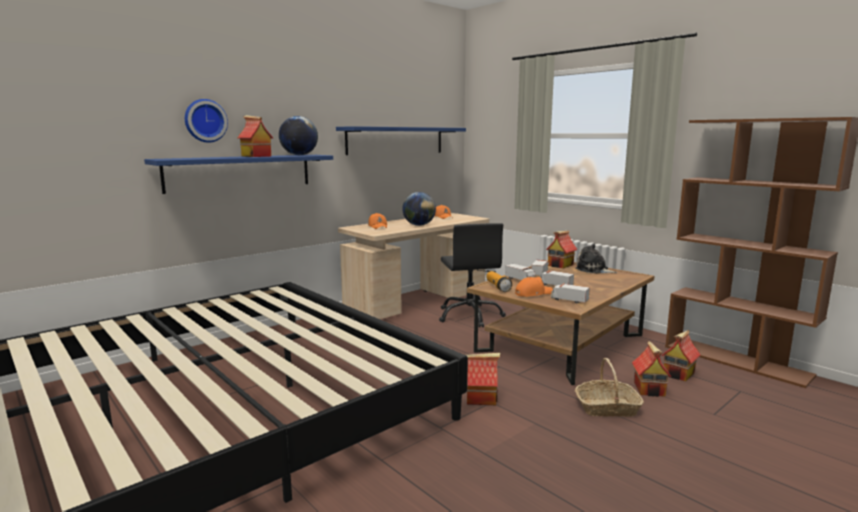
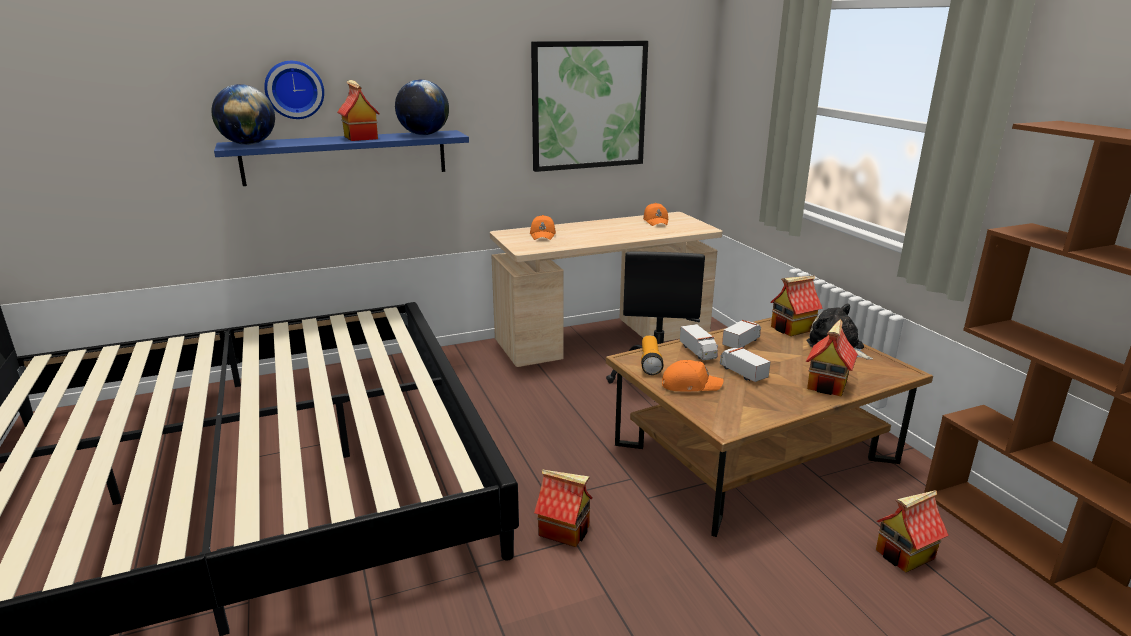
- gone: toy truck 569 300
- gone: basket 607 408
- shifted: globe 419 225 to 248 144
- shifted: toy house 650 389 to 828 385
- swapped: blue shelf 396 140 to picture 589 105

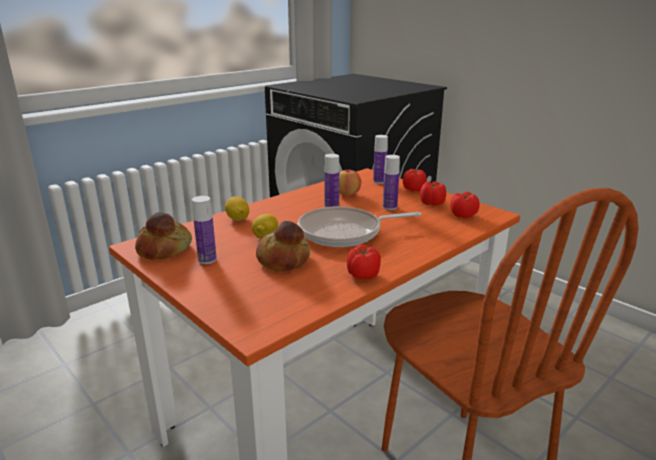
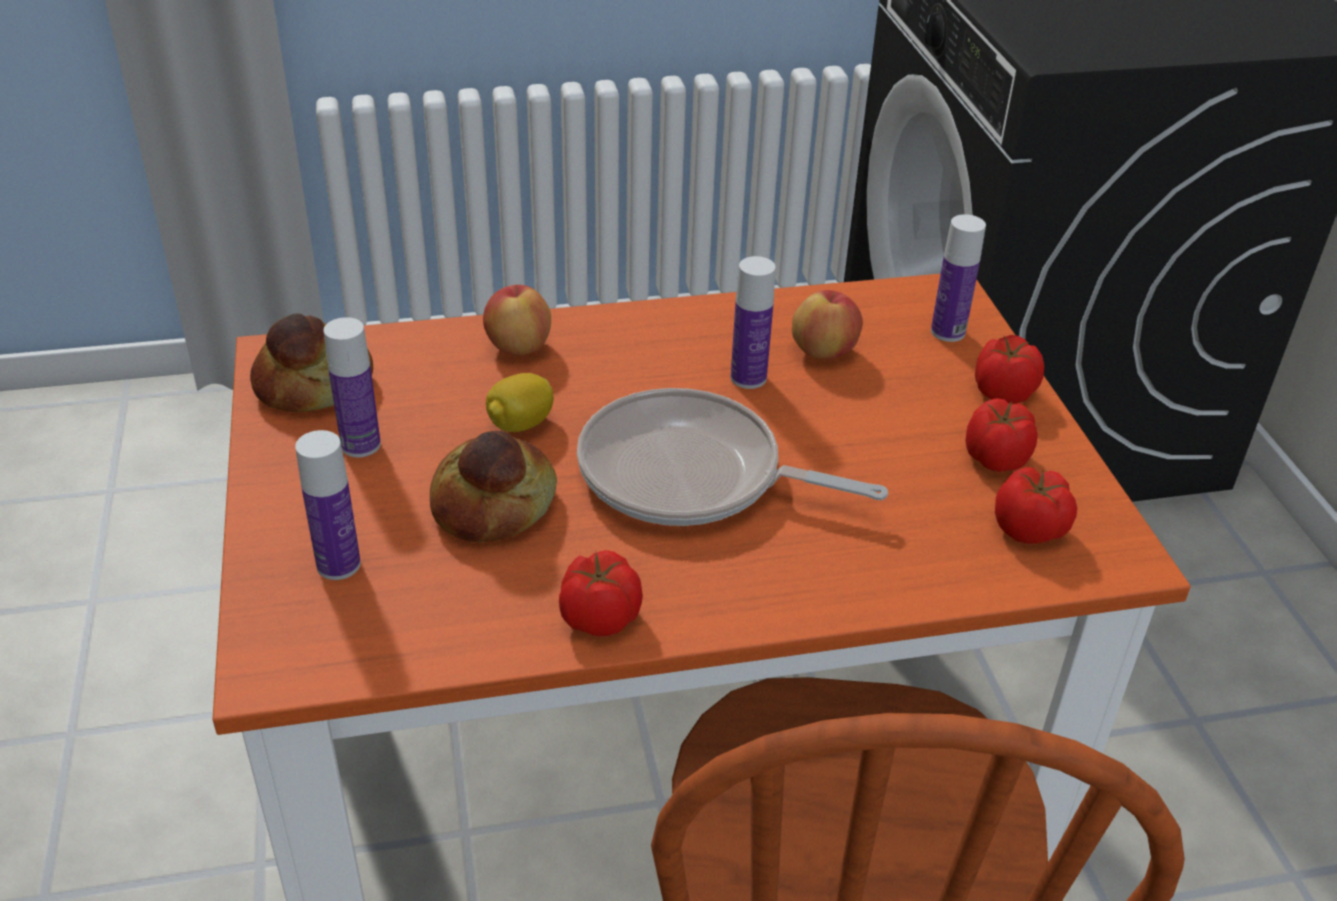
- shifted: bottle 389 207 to 338 565
- swapped: lemon 238 219 to apple 518 347

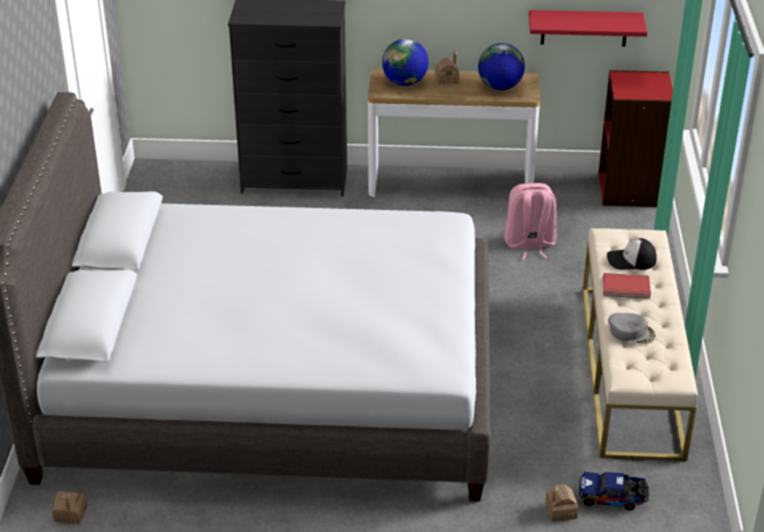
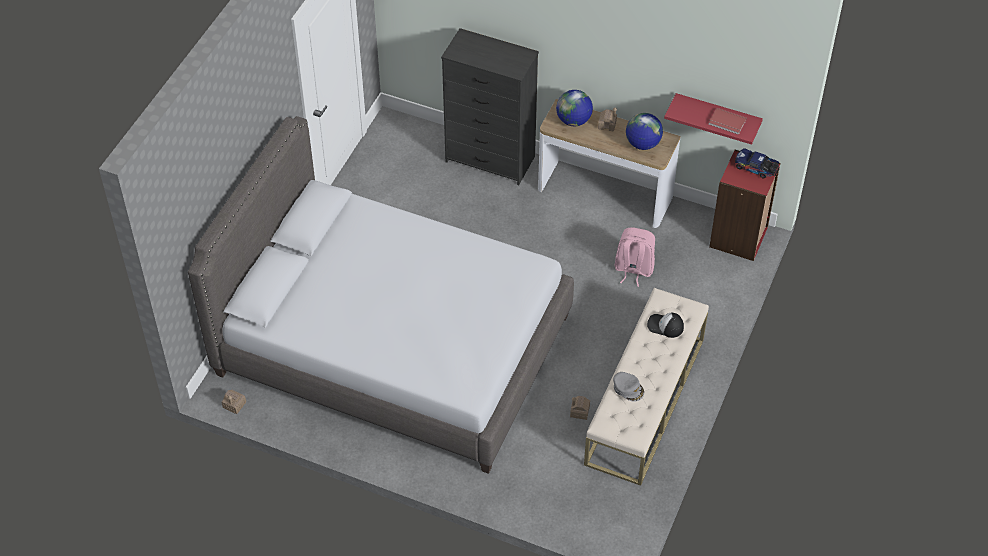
- shifted: toy house 560 510 to 579 411
- shifted: toy truck 613 498 to 756 168
- shifted: red book 626 288 to 727 123

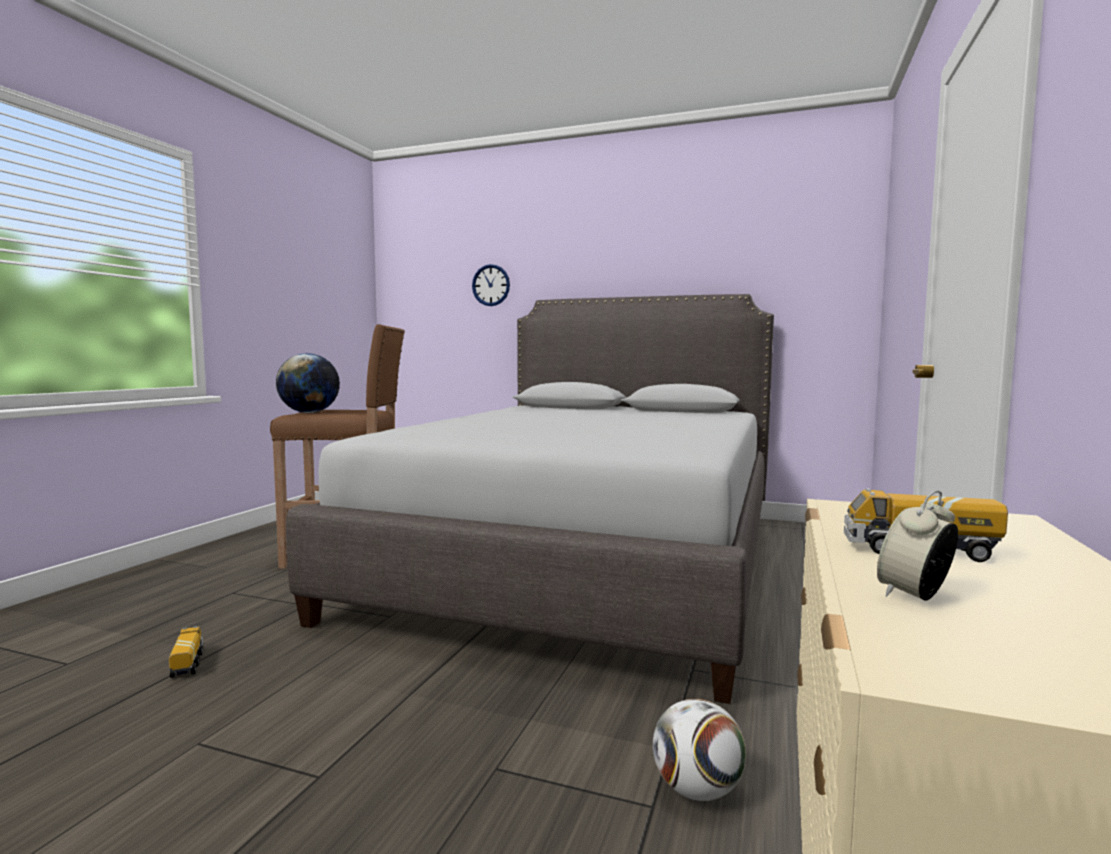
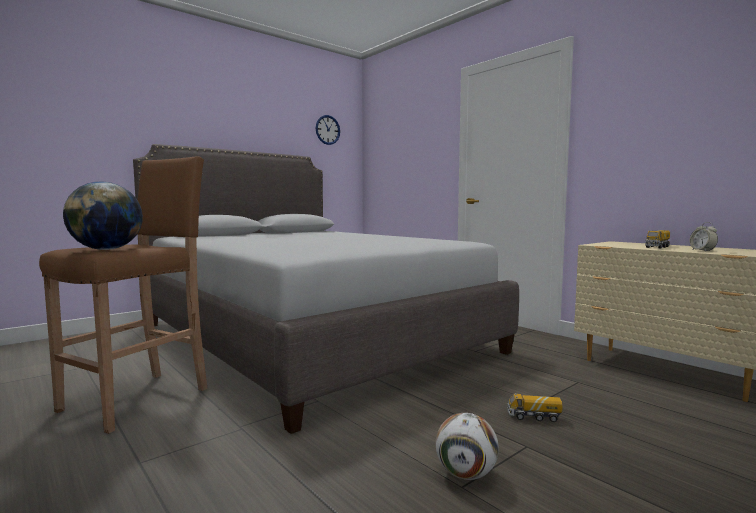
- shifted: toy truck 187 664 to 533 417
- shifted: wall clock 491 285 to 327 130
- shifted: football 697 790 to 466 474

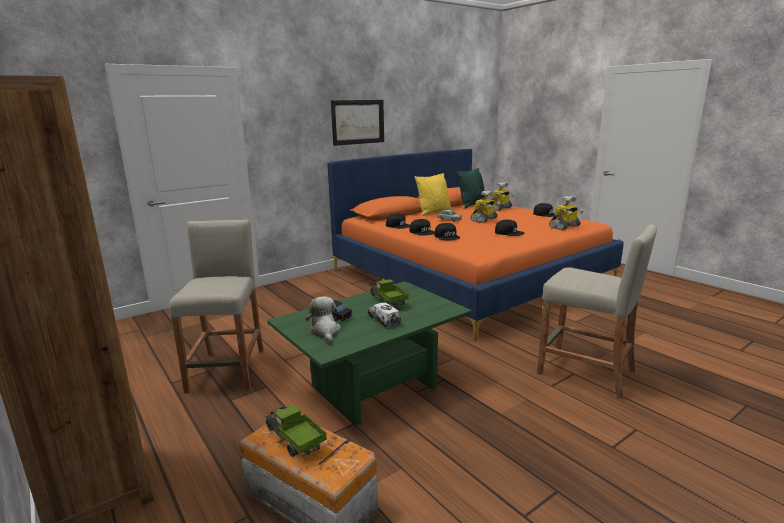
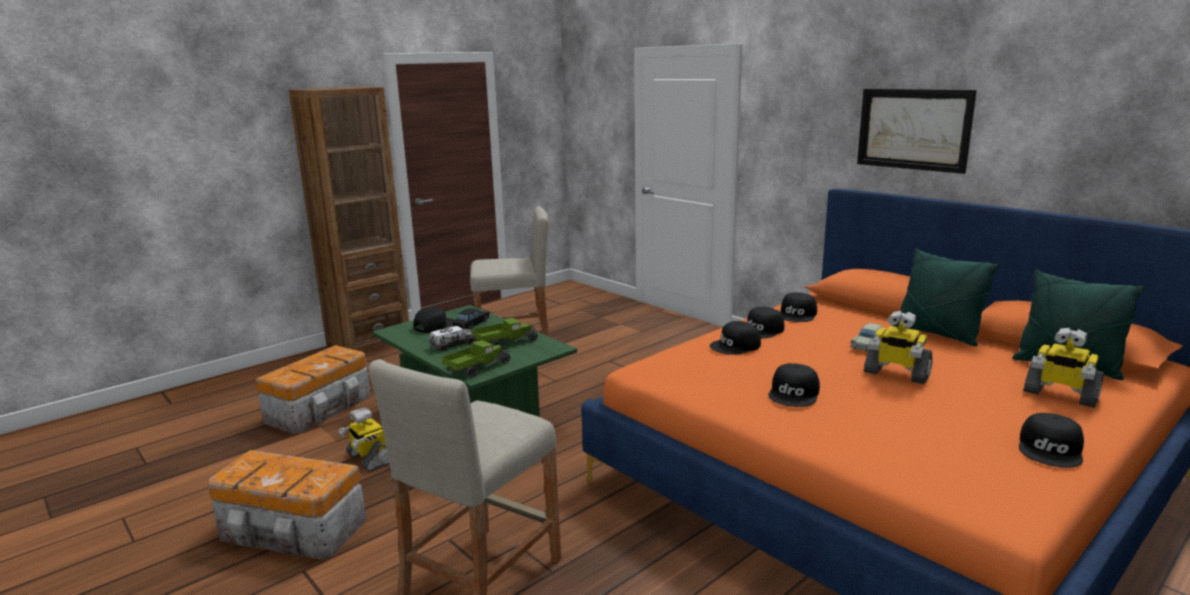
- new: storage box 293 530
- shifted: toy truck 294 440 to 477 369
- shifted: toy robot 565 227 to 369 458
- swapped: plush toy 325 331 to black cap 434 326
- repainted: yellow pillow 434 212 to green pillow 937 334

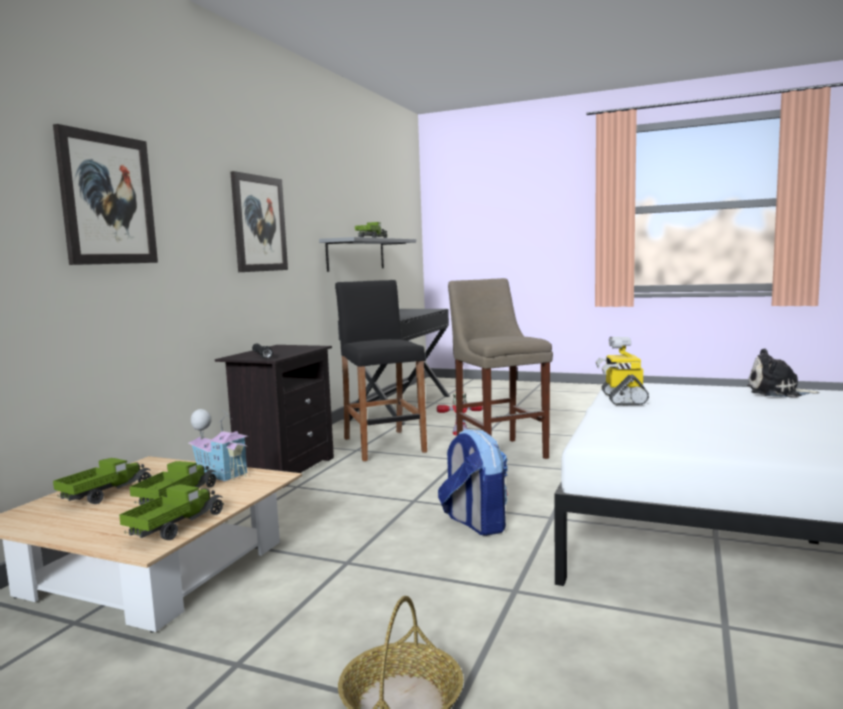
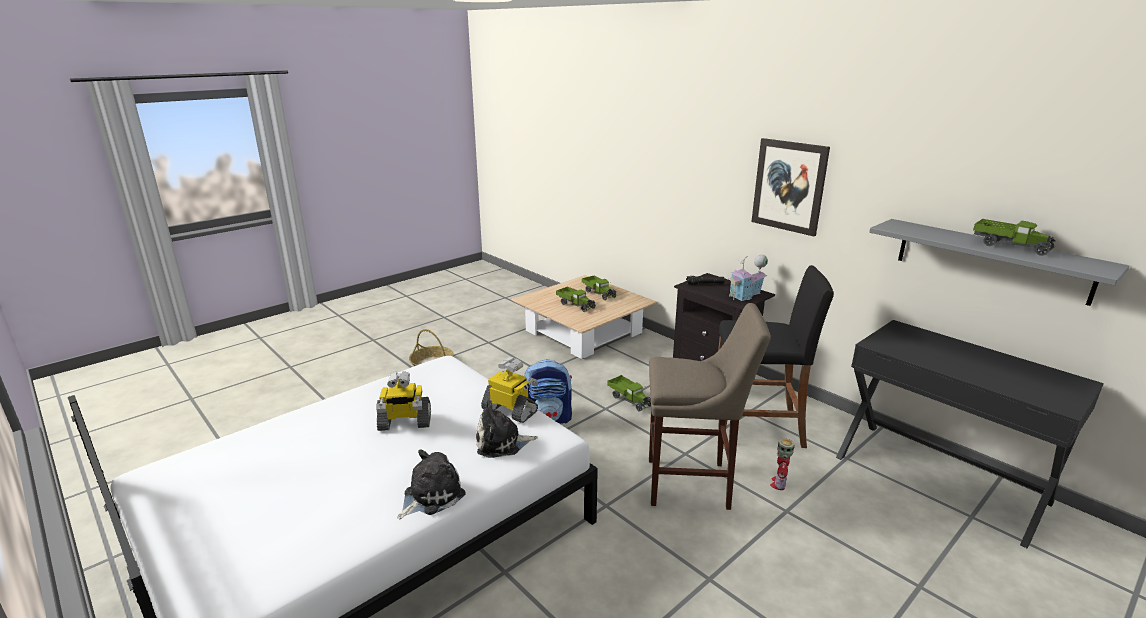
- gone: picture 107 199
- new: toy robot 404 422
- new: plush toy 501 443
- shifted: toy truck 176 527 to 630 399
- shifted: toy house 221 473 to 746 295

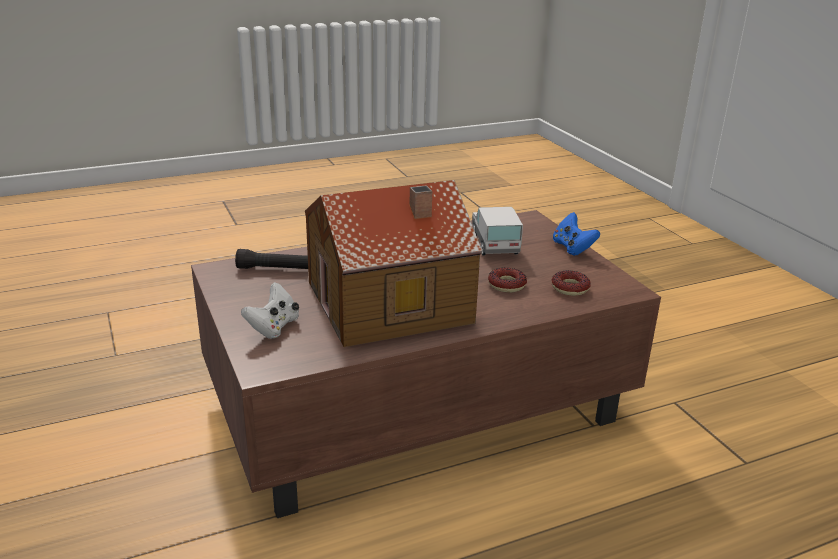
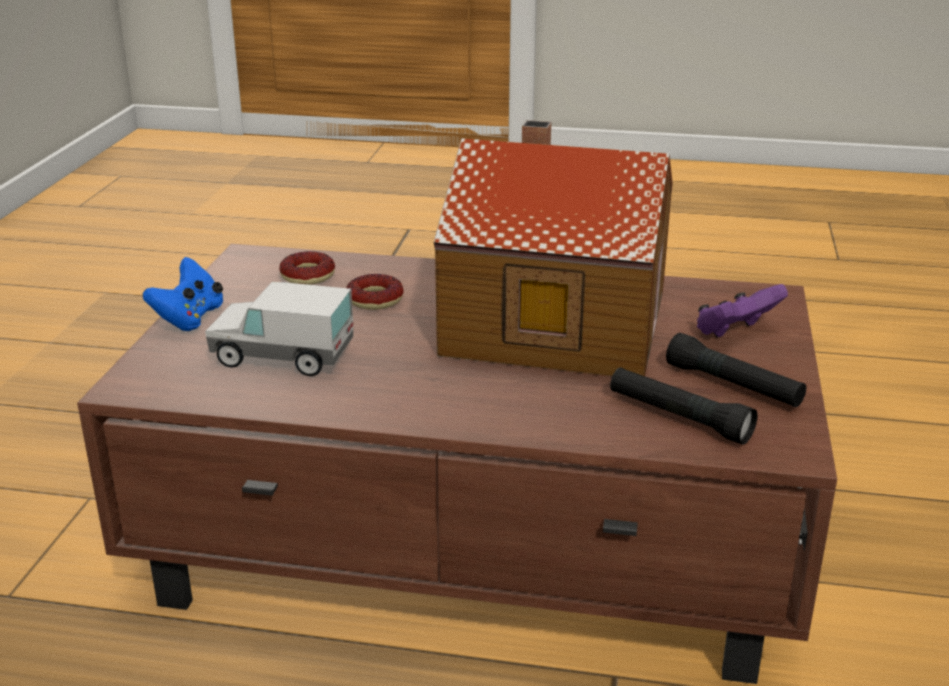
- new: black flashlight 733 386
- repainted: white game controller 273 327 to purple game controller 735 332
- rotated: toy truck 494 244 = 283 356 75 degrees clockwise

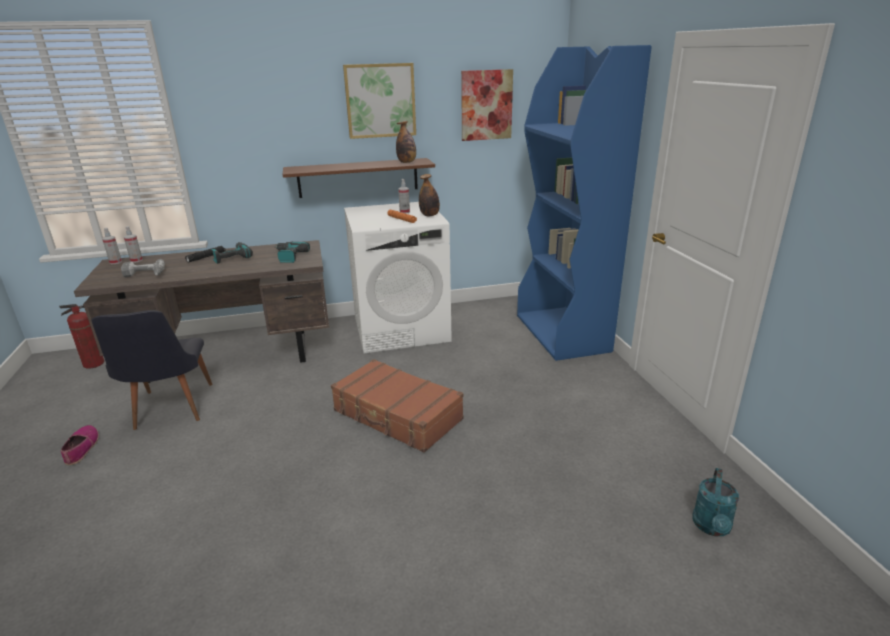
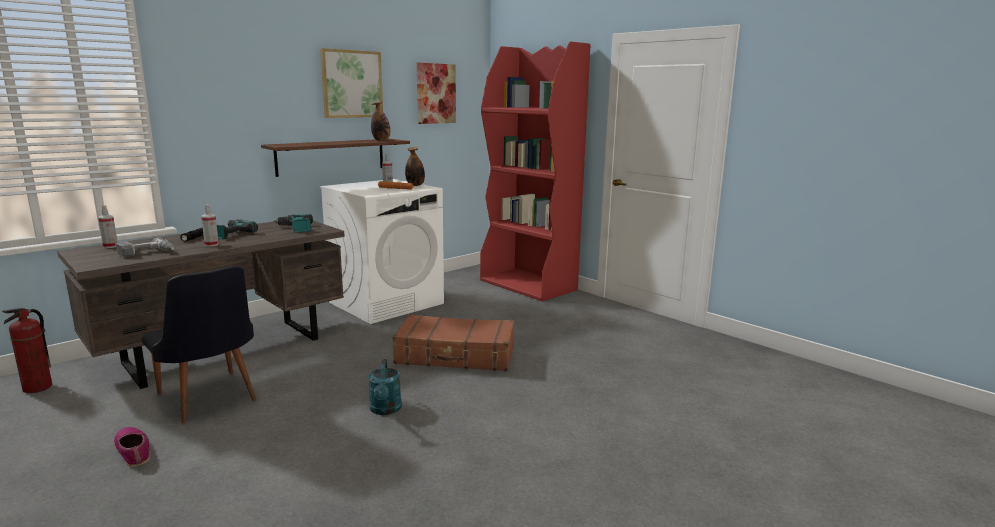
- shifted: spray bottle 115 262 to 211 245
- shifted: turquoise watering can 712 527 to 385 410
- repainted: blue bookcase 562 333 to red bookcase 528 285

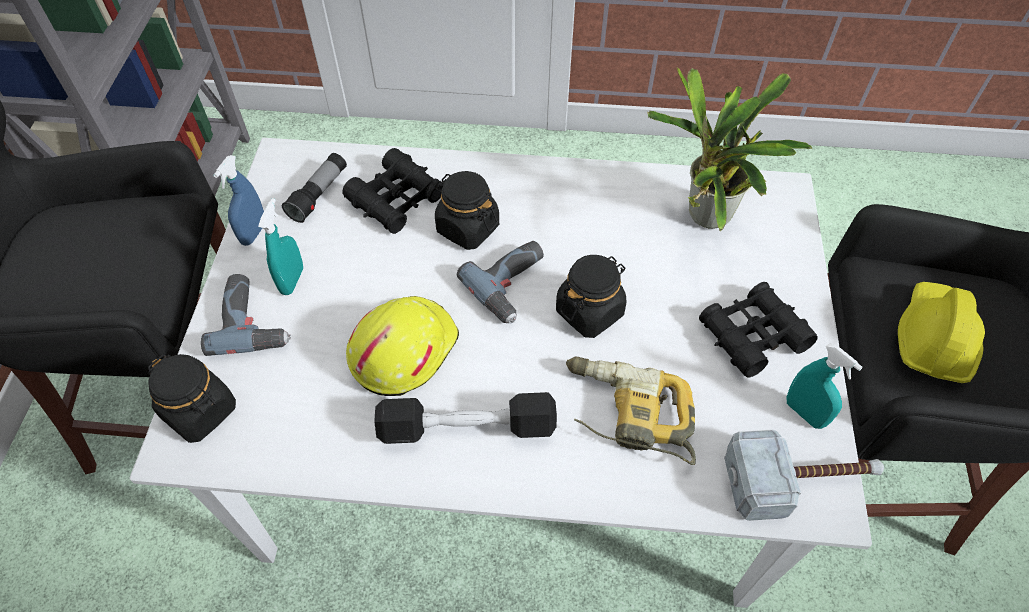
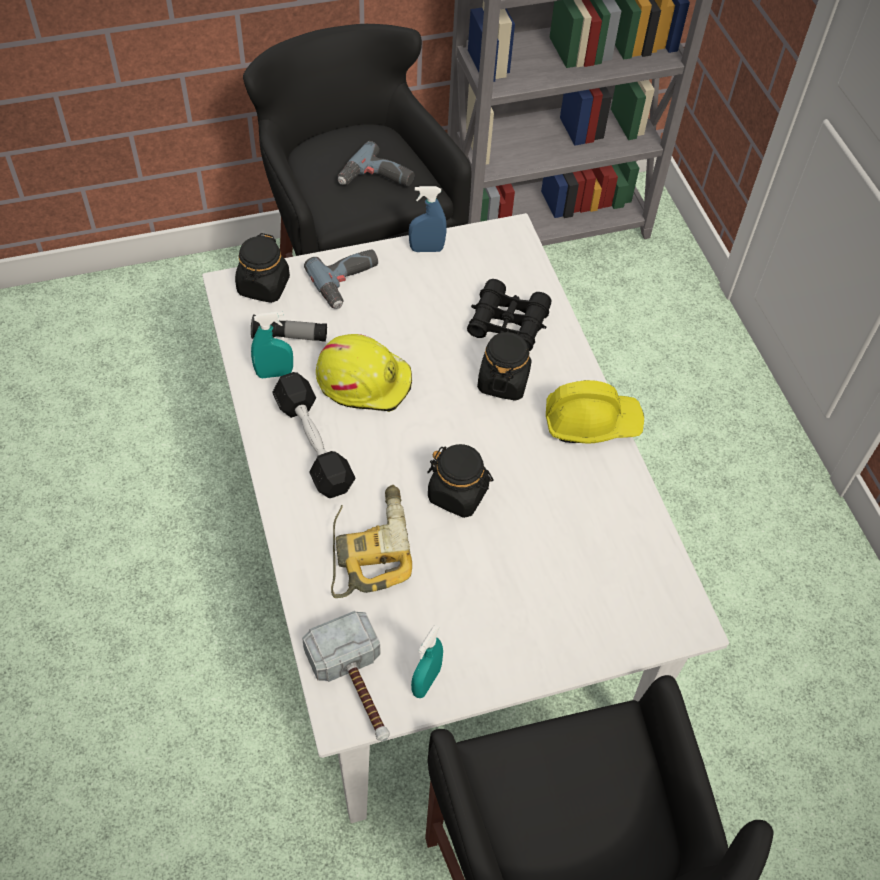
- gone: potted plant 705 219
- gone: black binoculars 752 335
- shifted: turquoise spray bottle 292 280 to 274 373
- shifted: flashlight 319 195 to 290 337
- shifted: power drill 513 286 to 376 180
- shifted: yellow hard hat 933 338 to 591 422

